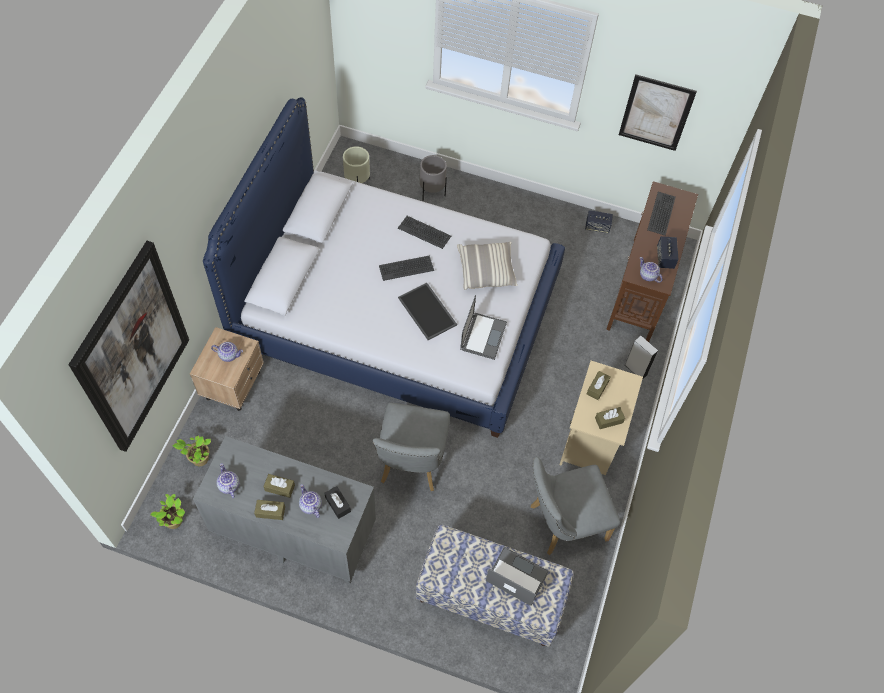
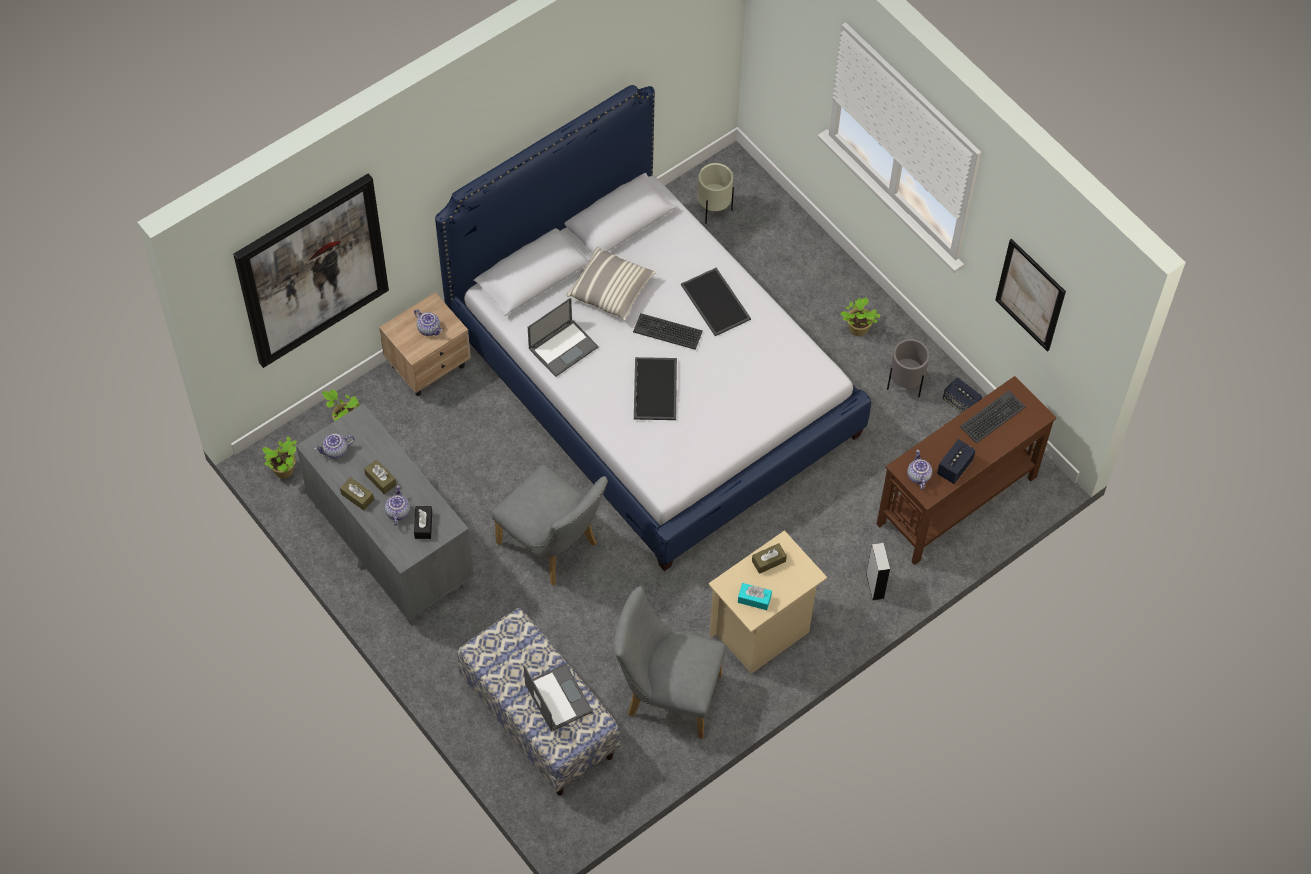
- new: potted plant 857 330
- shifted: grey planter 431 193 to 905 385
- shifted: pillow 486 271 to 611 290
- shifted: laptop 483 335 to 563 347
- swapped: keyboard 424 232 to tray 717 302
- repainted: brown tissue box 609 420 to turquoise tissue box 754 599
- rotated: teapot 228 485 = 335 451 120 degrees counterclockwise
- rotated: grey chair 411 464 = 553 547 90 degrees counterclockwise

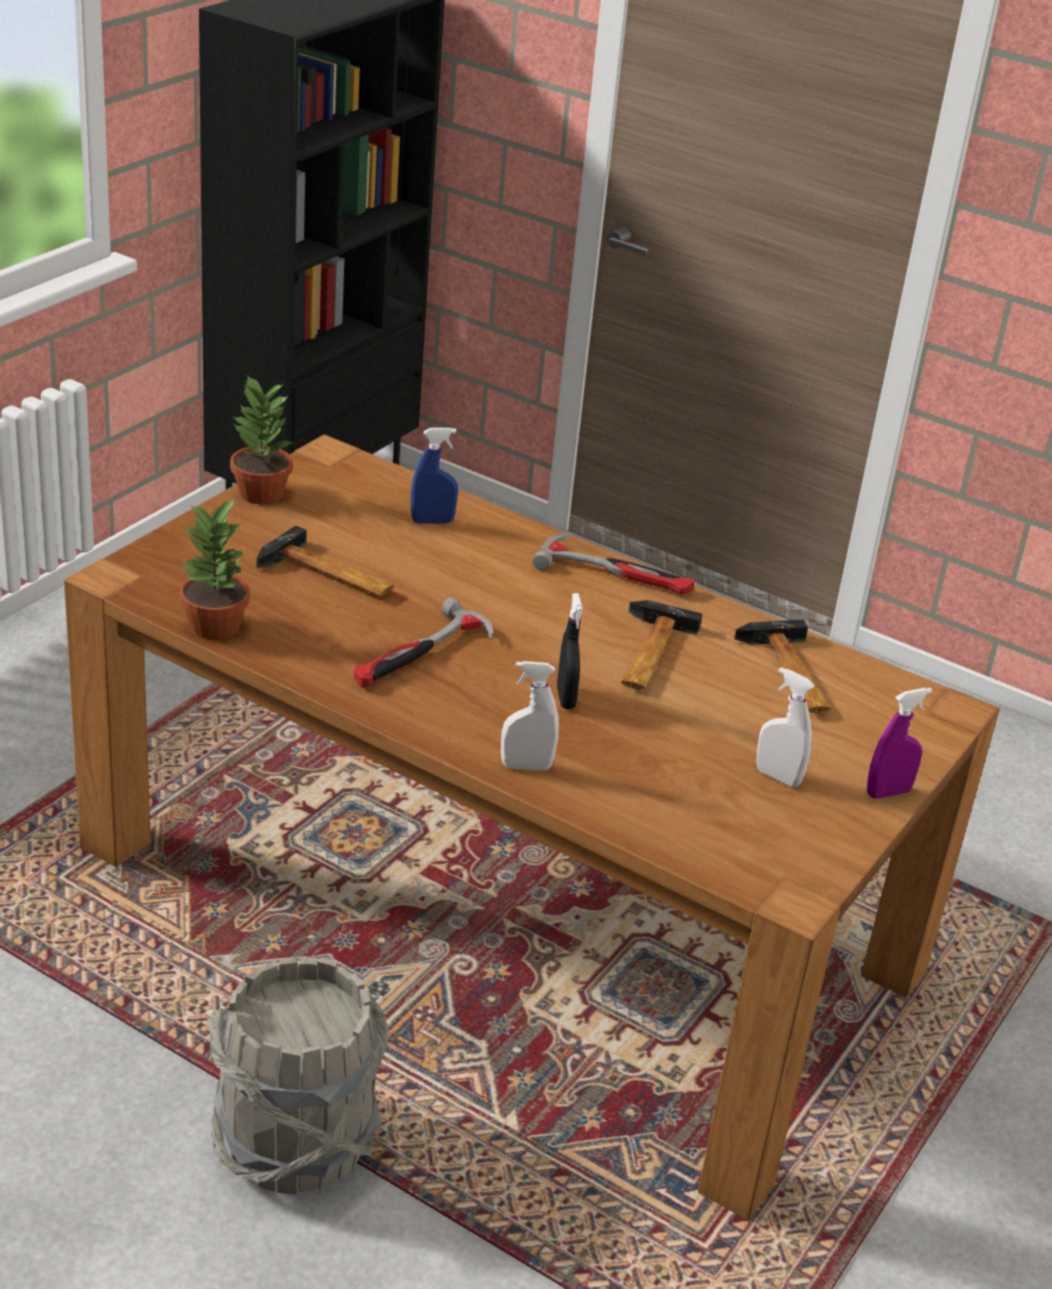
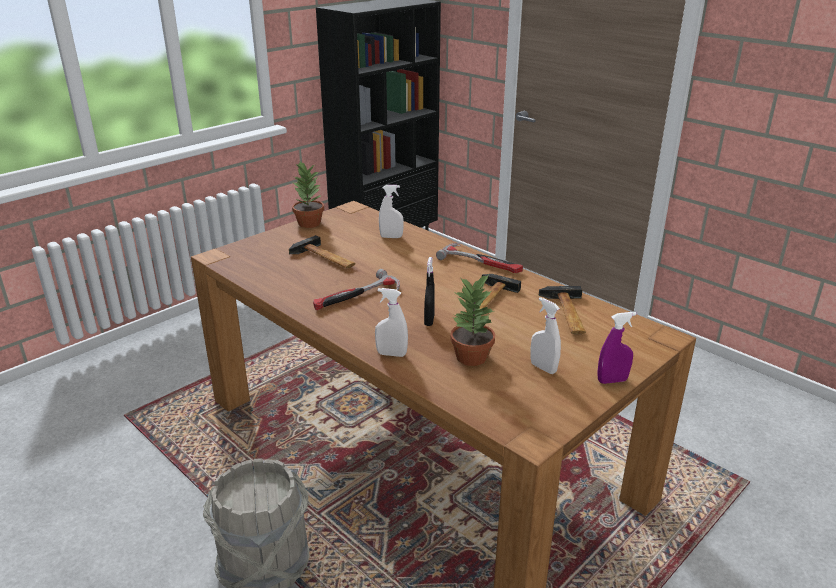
- shifted: potted plant 216 626 to 472 357
- repainted: blue spray bottle 432 521 to white spray bottle 391 237

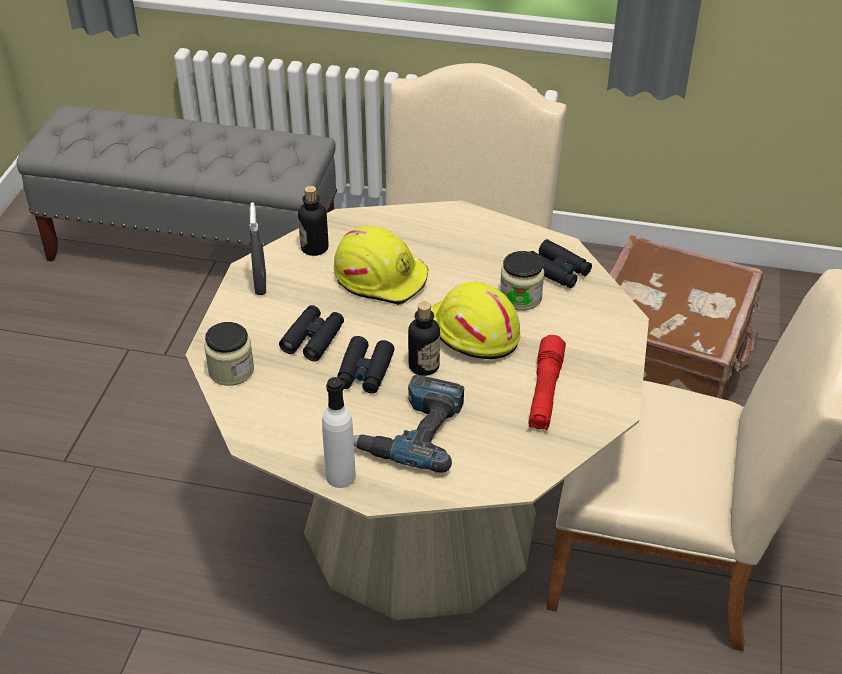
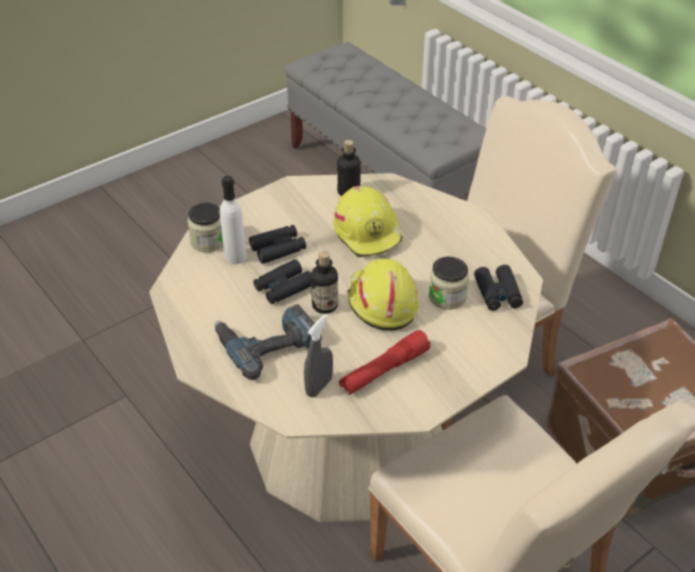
- shifted: grey spray bottle 260 285 to 319 387
- shifted: white bottle 340 476 to 235 257

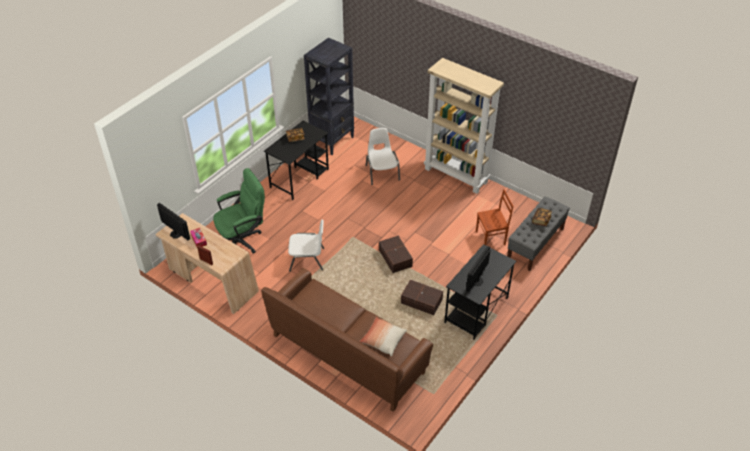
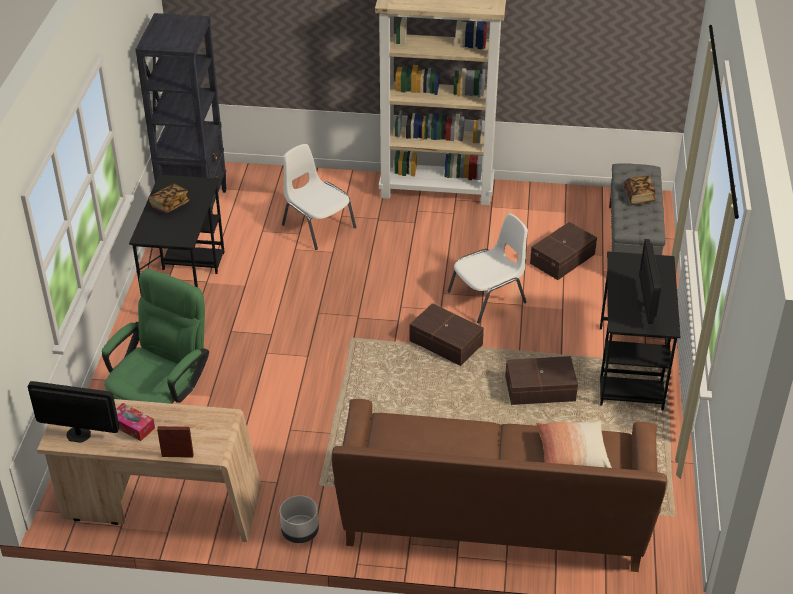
- new: grey planter 299 532
- shifted: white chair 307 259 to 488 297
- swapped: brown chair 491 238 to brown storage box 563 259

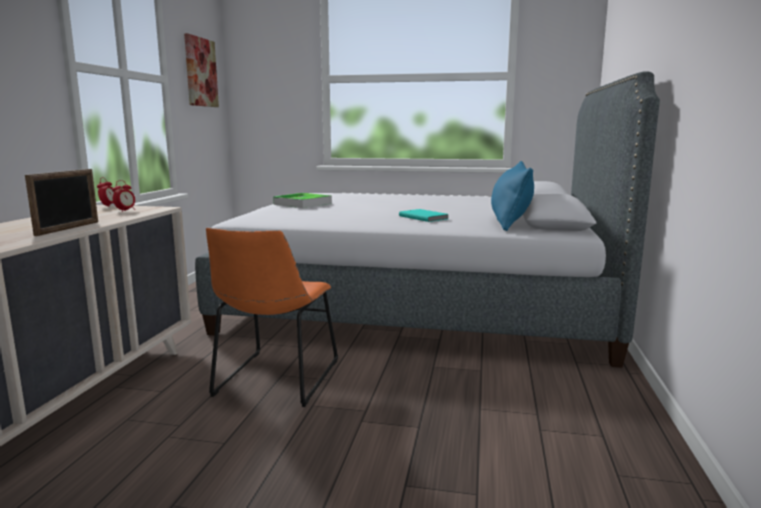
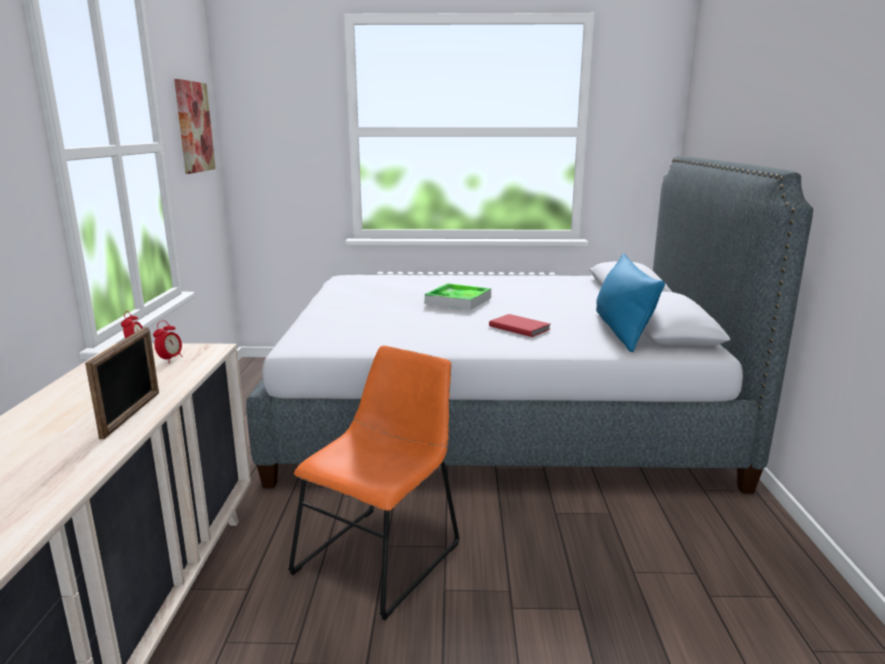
- shifted: tray 302 204 to 458 300
- repainted: turquoise book 424 217 to red book 519 327
- rotated: orange chair 275 380 = 382 554 150 degrees counterclockwise

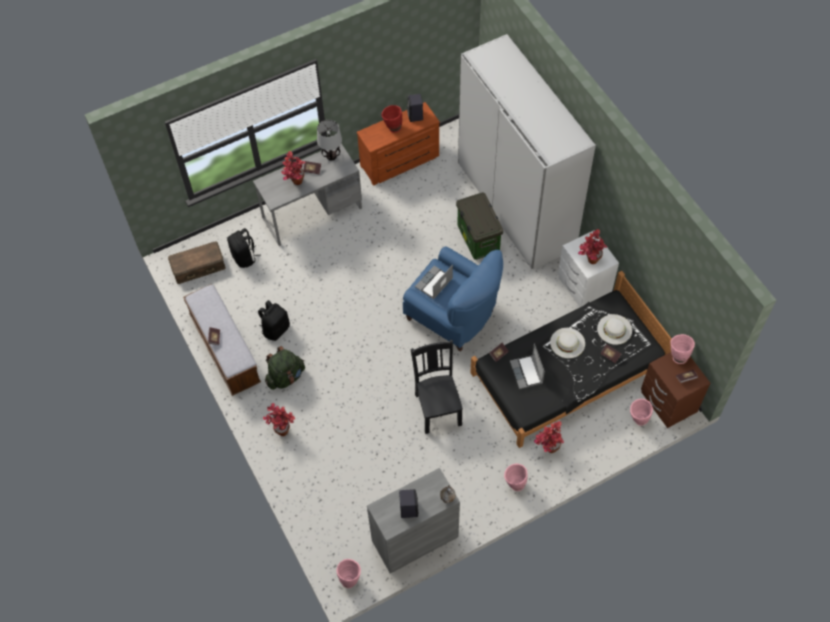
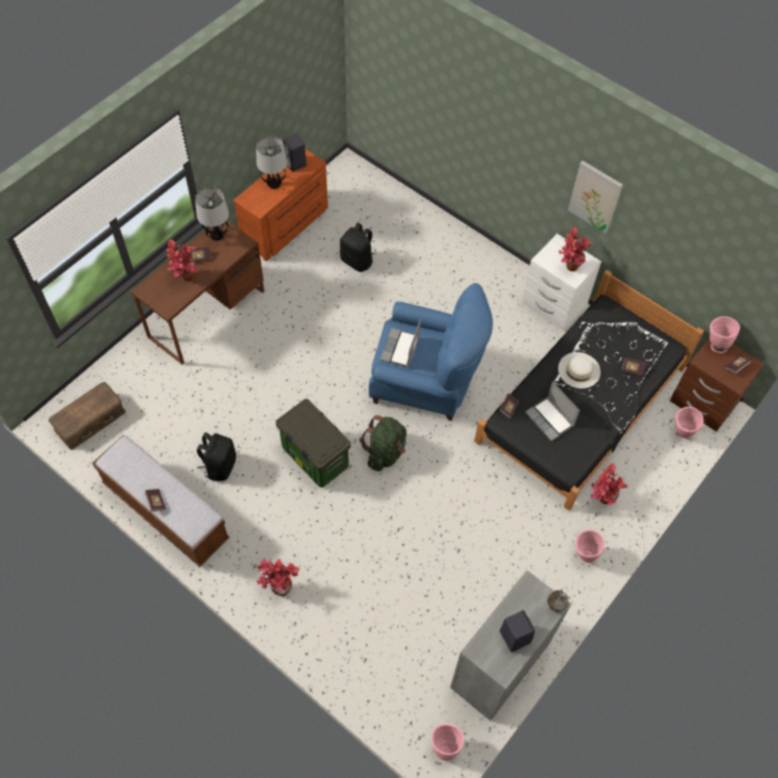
- gone: black chair 437 407
- gone: white wardrobe 515 205
- gone: white hat 614 329
- new: picture 595 196
- shifted: black backpack 244 257 to 357 261
- shifted: green backpack 285 377 to 385 452
- shifted: storage box 477 238 to 314 457
- swapped: red vase 392 128 to table lamp 274 184
- repainted: grey desk 312 213 to brown desk 207 314

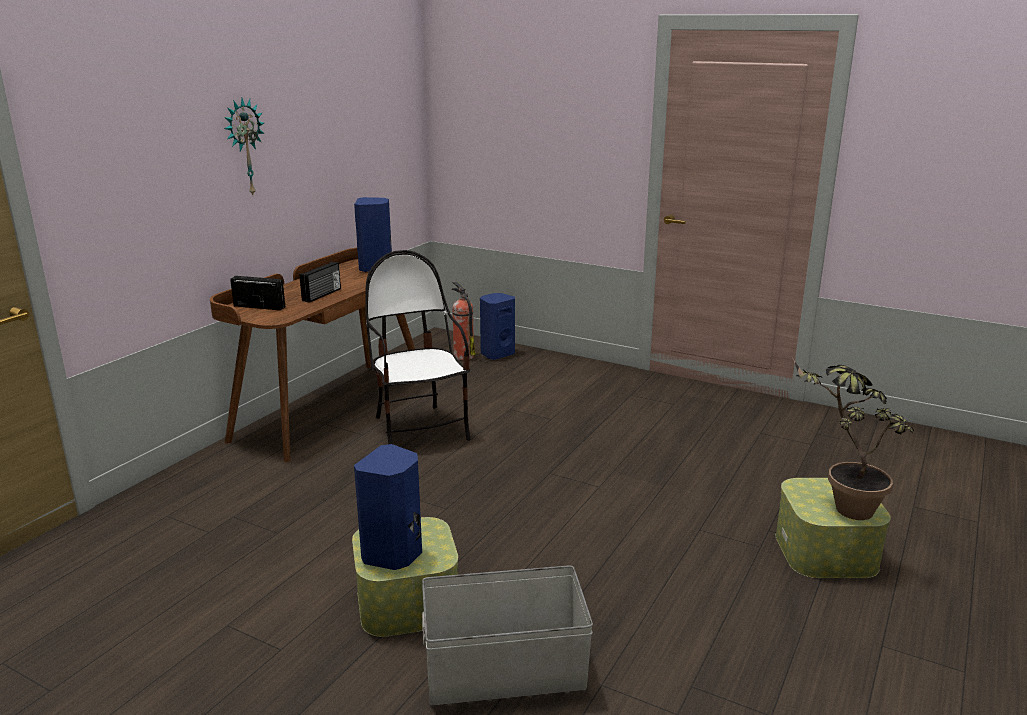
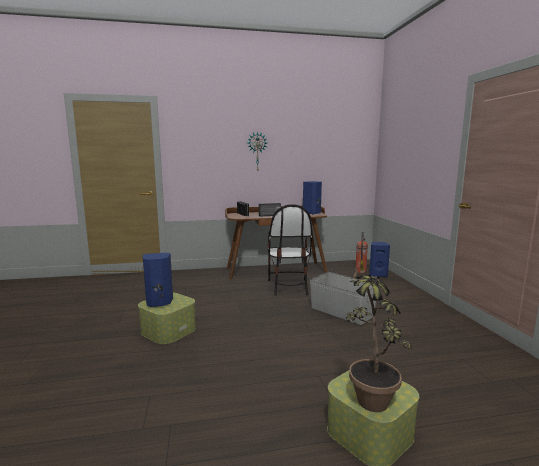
- shifted: grey storage box 505 671 to 342 312
- rotated: chair 419 430 = 288 287 150 degrees clockwise

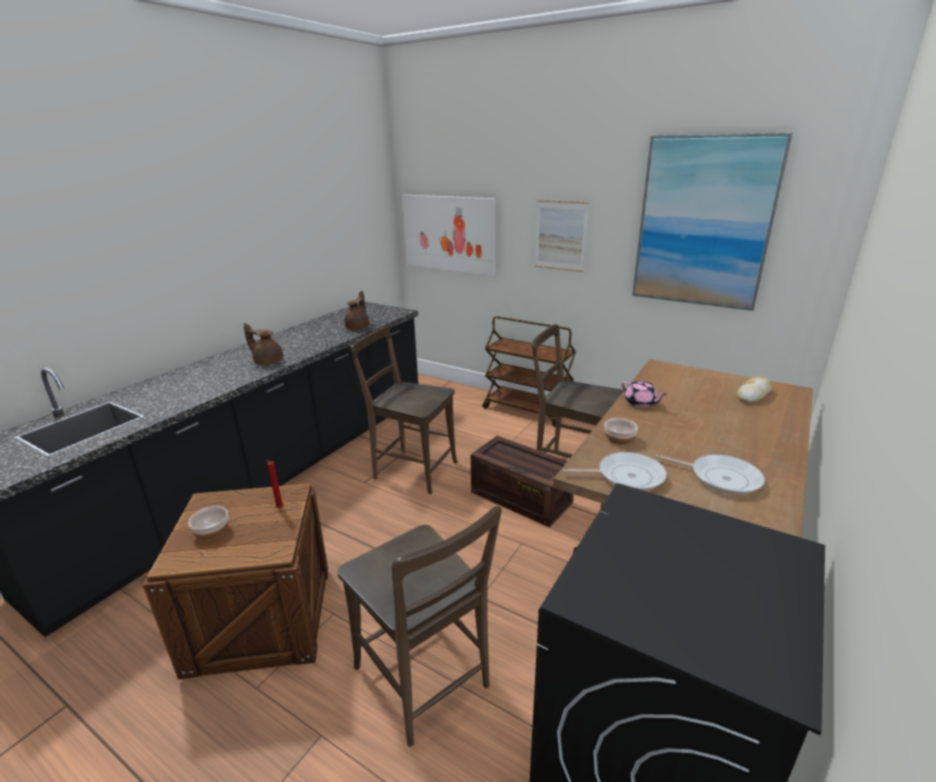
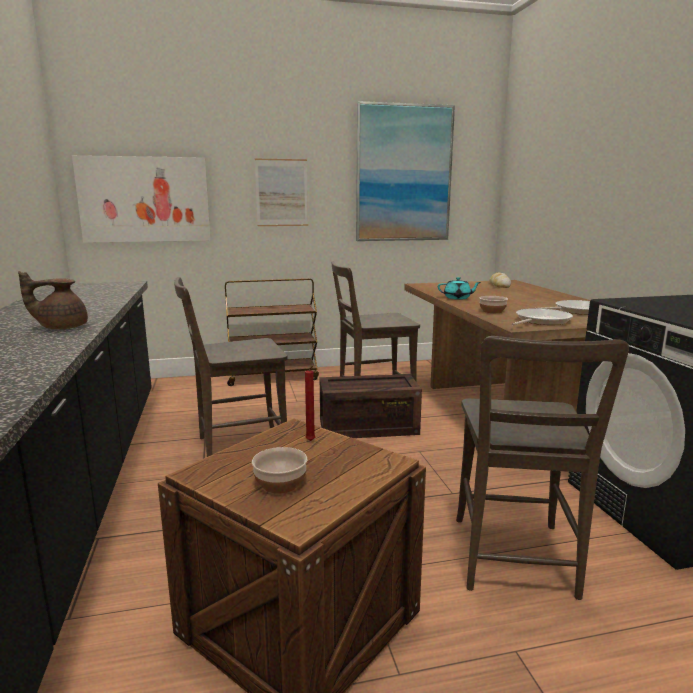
- gone: brown teapot 358 327
- repainted: pink teapot 640 403 to turquoise teapot 457 298
- rotated: brown chair 425 682 = 514 561 90 degrees clockwise

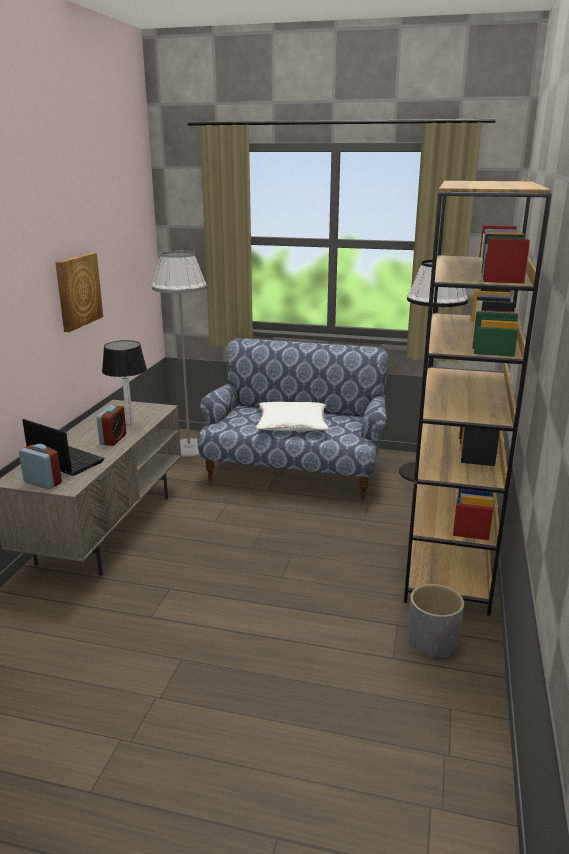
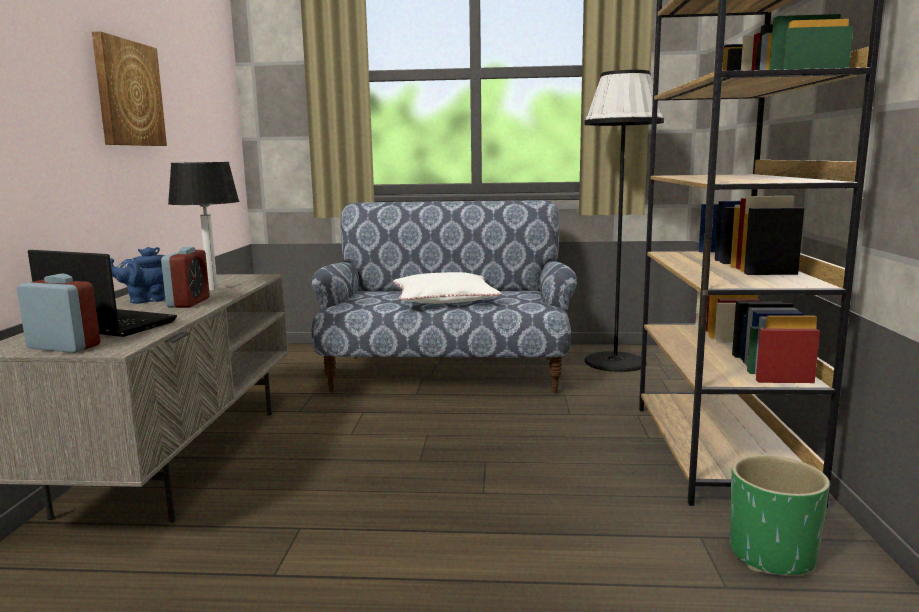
- gone: grey floor lamp 189 448
- new: blue teapot 145 300
- repainted: grey planter 432 643 to green planter 772 556

